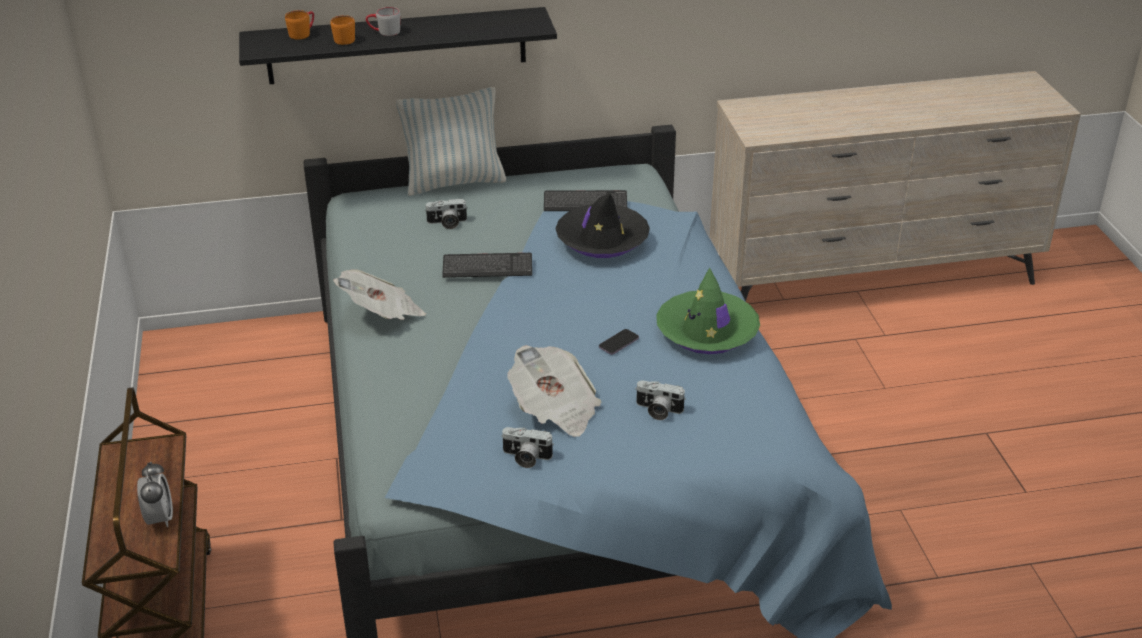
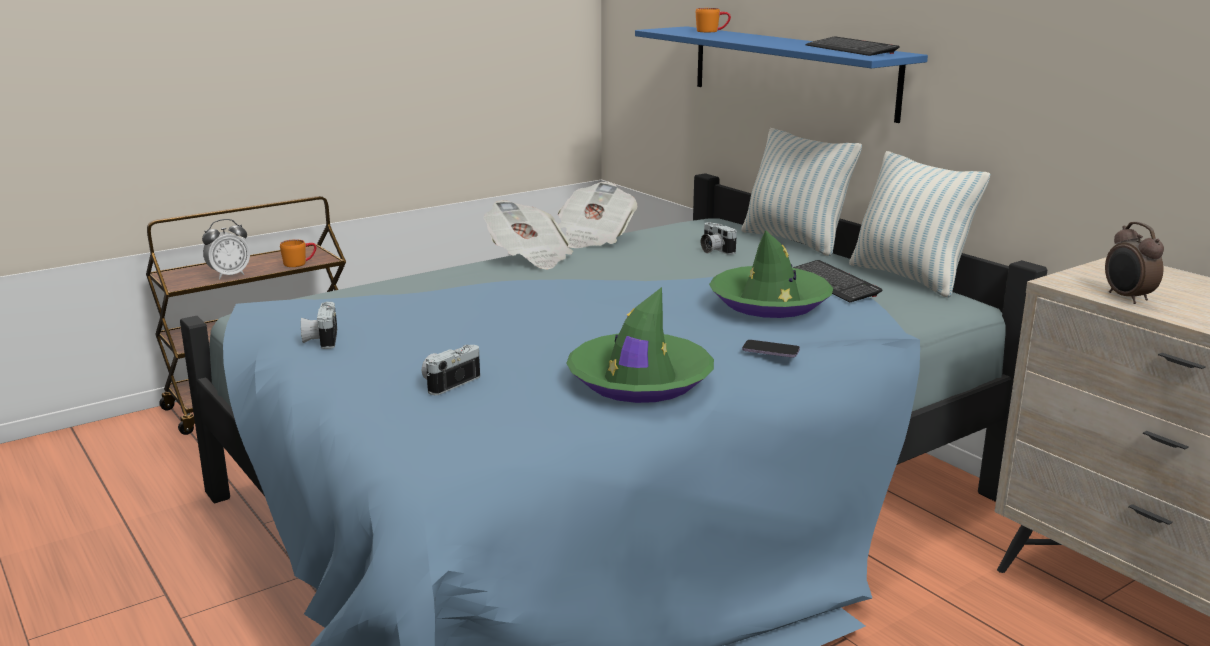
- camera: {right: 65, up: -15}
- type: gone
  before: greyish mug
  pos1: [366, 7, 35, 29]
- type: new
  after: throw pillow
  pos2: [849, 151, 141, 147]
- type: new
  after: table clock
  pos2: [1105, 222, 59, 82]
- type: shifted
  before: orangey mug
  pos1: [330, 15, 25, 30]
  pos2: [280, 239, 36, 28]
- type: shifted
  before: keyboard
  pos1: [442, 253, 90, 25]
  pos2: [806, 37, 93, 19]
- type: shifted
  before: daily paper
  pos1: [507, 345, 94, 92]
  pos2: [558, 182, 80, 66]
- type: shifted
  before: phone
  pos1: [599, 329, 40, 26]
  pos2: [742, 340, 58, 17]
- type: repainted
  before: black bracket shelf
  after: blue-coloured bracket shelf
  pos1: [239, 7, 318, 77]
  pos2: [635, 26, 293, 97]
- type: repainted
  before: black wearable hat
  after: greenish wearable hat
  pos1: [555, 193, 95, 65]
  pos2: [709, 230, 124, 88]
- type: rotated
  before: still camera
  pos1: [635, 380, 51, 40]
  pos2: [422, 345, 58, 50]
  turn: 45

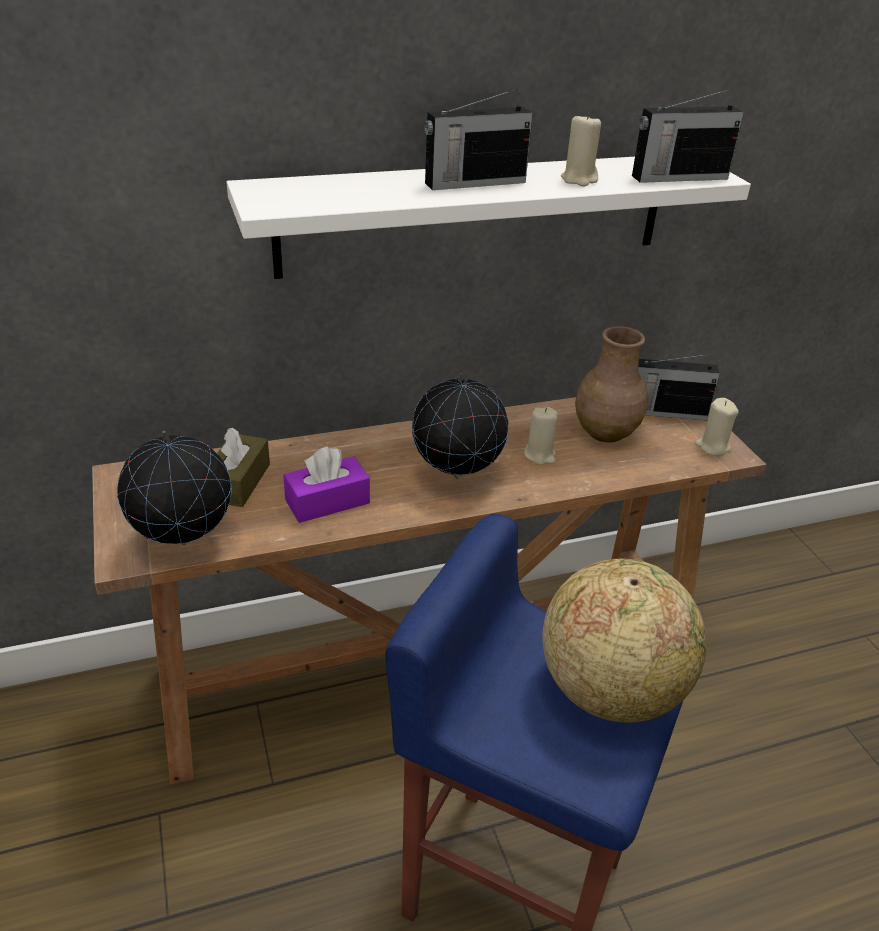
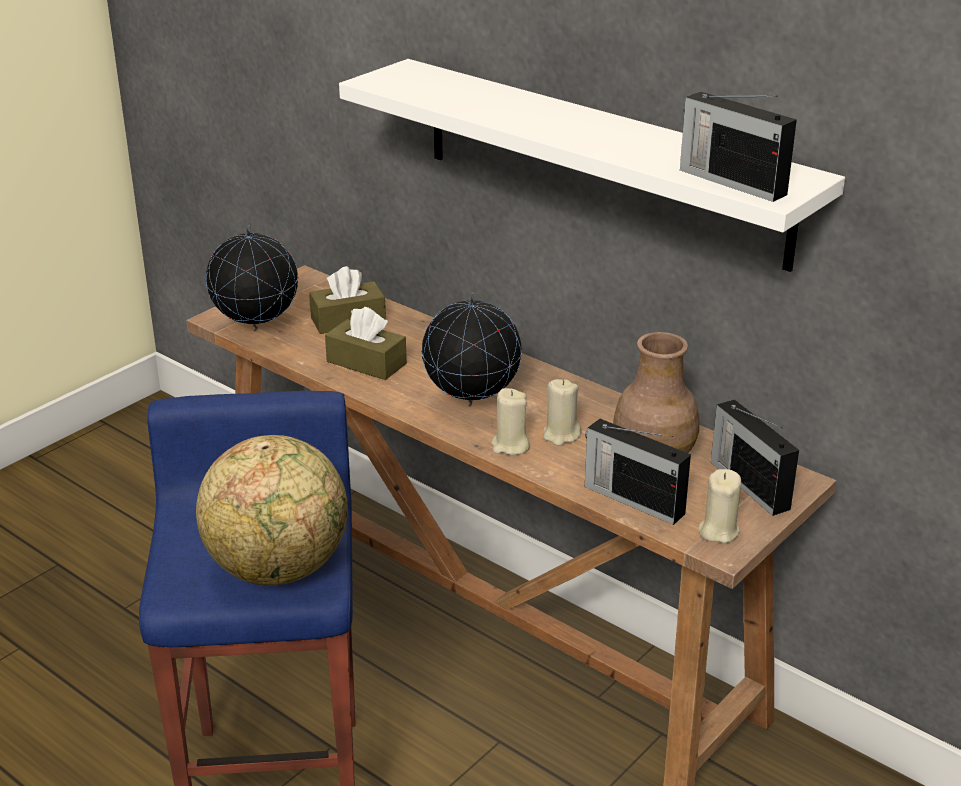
- camera: {right: 60, up: -5}
- type: shifted
  before: radio receiver
  pos1: [424, 89, 109, 101]
  pos2: [585, 419, 106, 106]
- type: shifted
  before: sand-coloured candle
  pos1: [561, 113, 40, 73]
  pos2: [491, 388, 39, 67]
- type: repainted
  before: purple tissue holder
  after: brown tissue holder
  pos1: [283, 447, 87, 76]
  pos2: [325, 307, 82, 73]

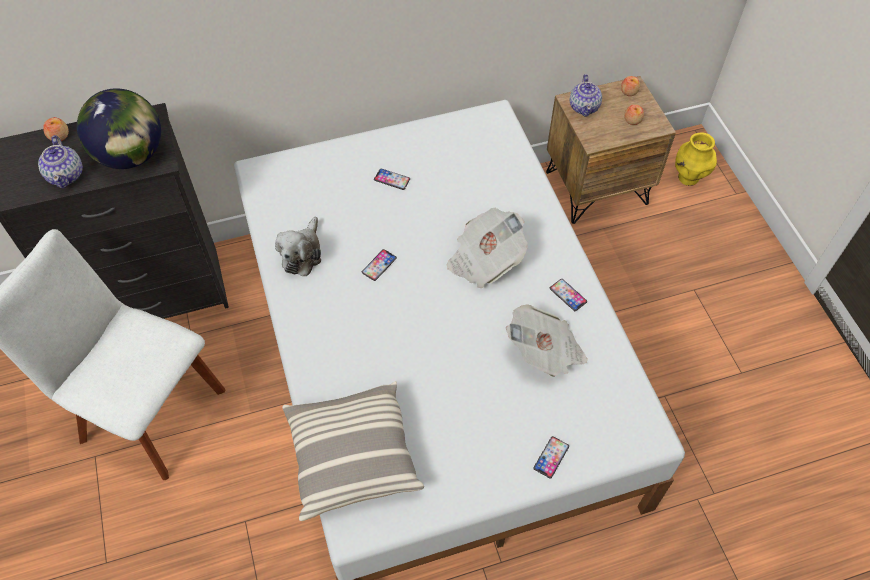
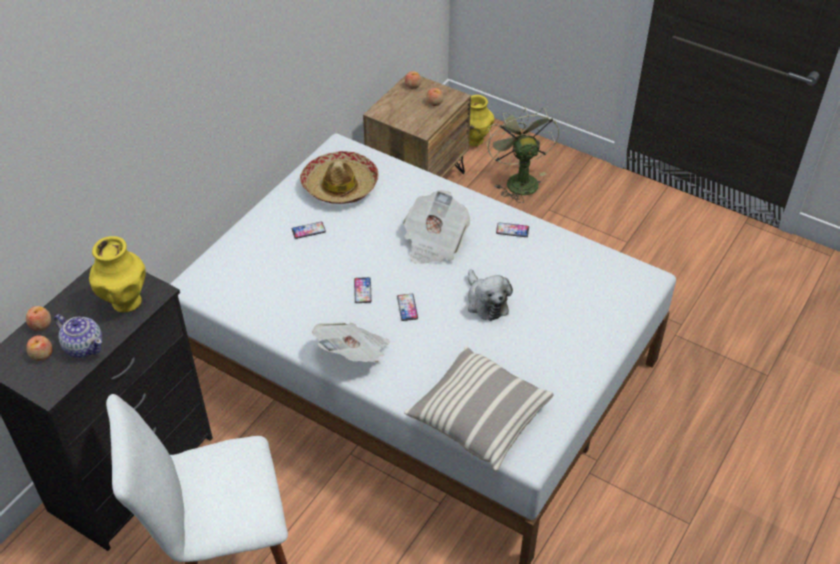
- camera: {right: -40, up: -10}
- type: gone
  before: teapot
  pos1: [570, 74, 32, 43]
- type: new
  after: whole apple
  pos2: [26, 335, 27, 26]
- type: new
  after: wearable hat
  pos2: [300, 151, 79, 53]
- type: new
  after: greenish fan
  pos2: [486, 106, 73, 97]
- type: shifted
  before: soft toy
  pos1: [275, 217, 46, 59]
  pos2: [468, 269, 45, 52]
- type: shifted
  before: daily paper
  pos1: [506, 304, 82, 73]
  pos2: [312, 323, 78, 40]
- type: shifted
  before: phone
  pos1: [533, 436, 36, 42]
  pos2: [397, 294, 21, 27]
- type: swapped
  before: globe
  after: yellow-coloured vase
  pos1: [77, 88, 84, 81]
  pos2: [89, 236, 57, 76]

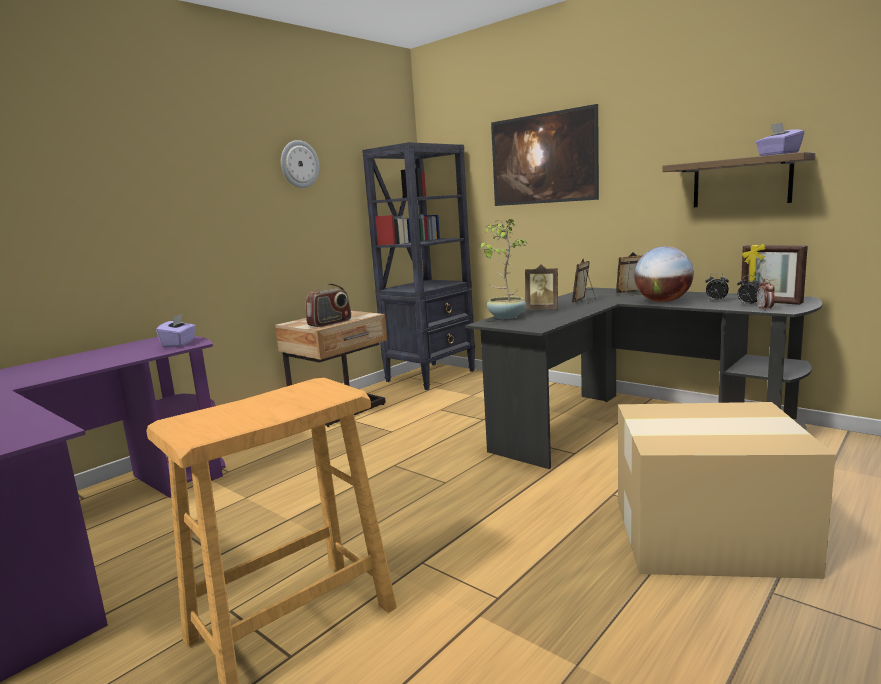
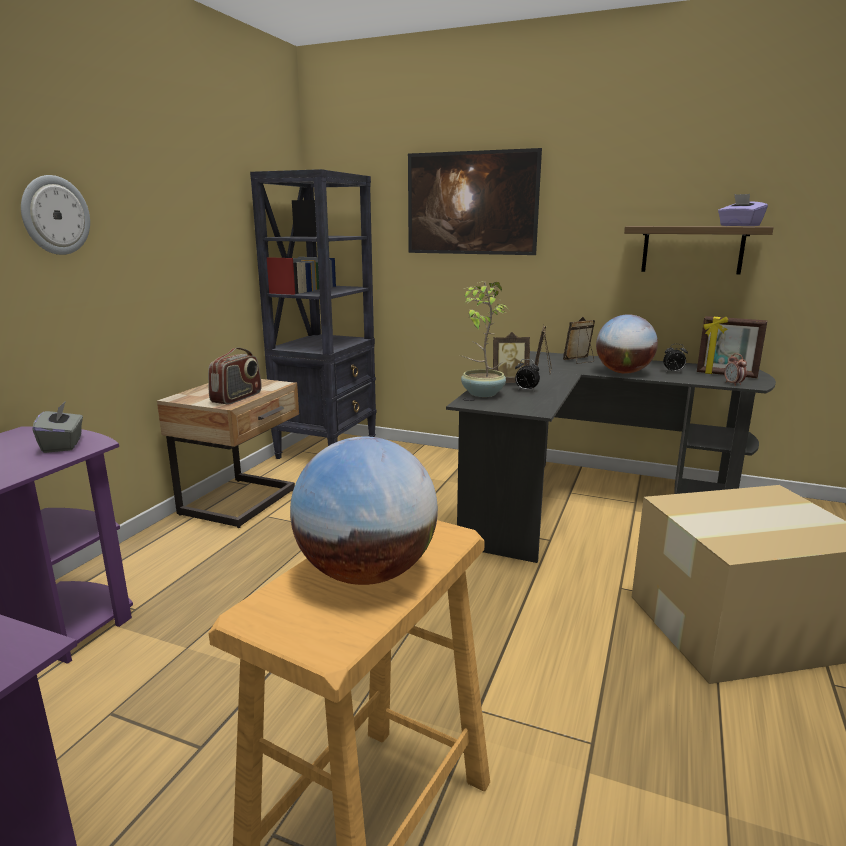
- camera: {right: -20, up: 5}
- type: new
  after: globe
  pos2: [290, 436, 148, 149]
- type: shifted
  before: wall clock
  pos1: [281, 140, 38, 48]
  pos2: [21, 175, 69, 80]
- type: shifted
  before: table clock
  pos1: [737, 275, 24, 30]
  pos2: [515, 359, 25, 32]
- type: repainted
  before: purple tissue holder
  after: greyish tissue holder
  pos1: [156, 314, 40, 34]
  pos2: [33, 401, 50, 52]

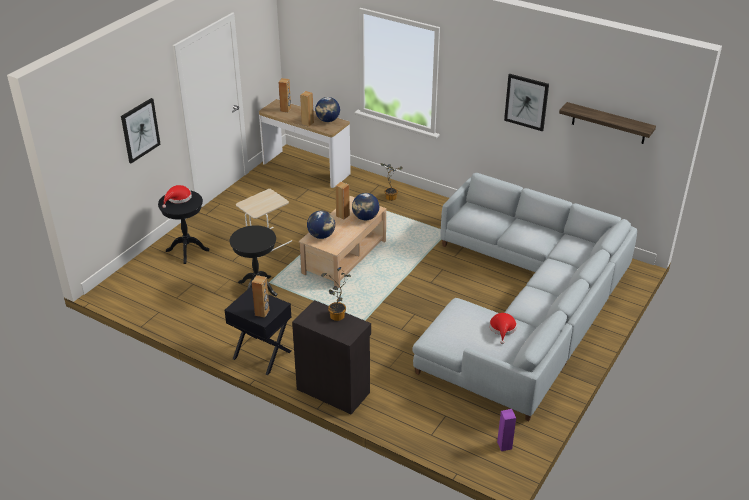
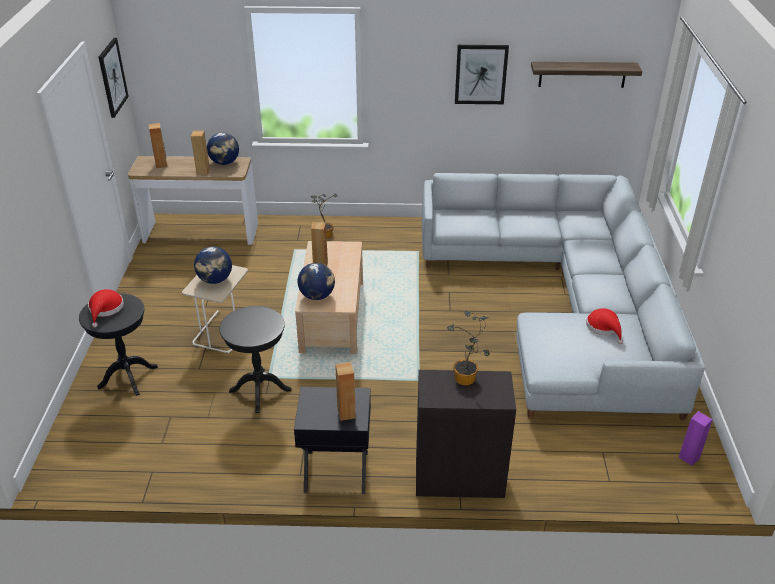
- camera: {right: -30, up: 0}
- type: shifted
  before: picture
  pos1: [121, 98, 40, 65]
  pos2: [99, 37, 30, 81]
- type: shifted
  before: globe
  pos1: [352, 193, 27, 27]
  pos2: [194, 247, 38, 37]

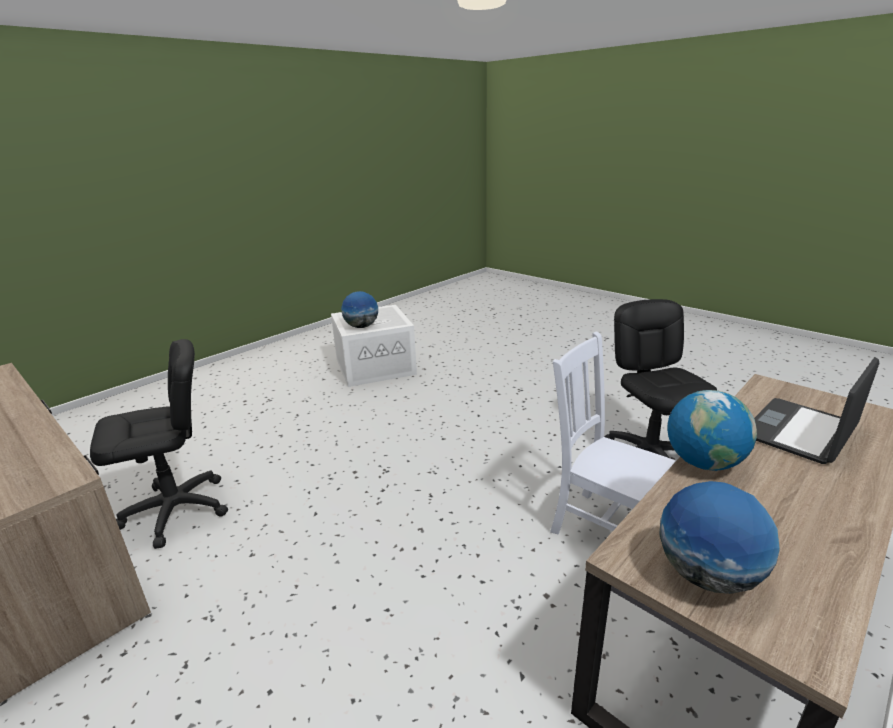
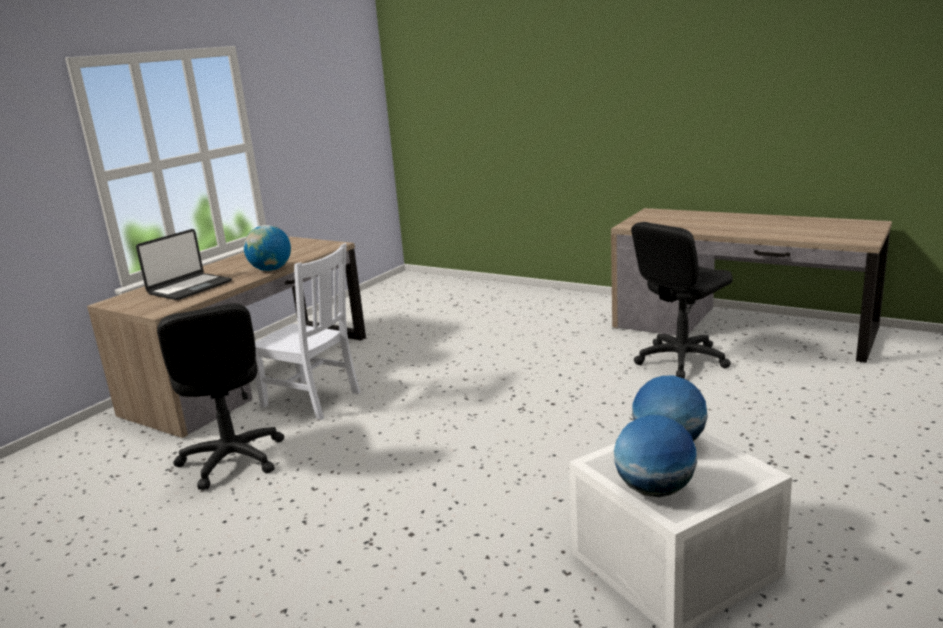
- camera: {right: 170, up: -5}
- type: shifted
  before: globe
  pos1: [659, 481, 120, 113]
  pos2: [614, 415, 83, 82]

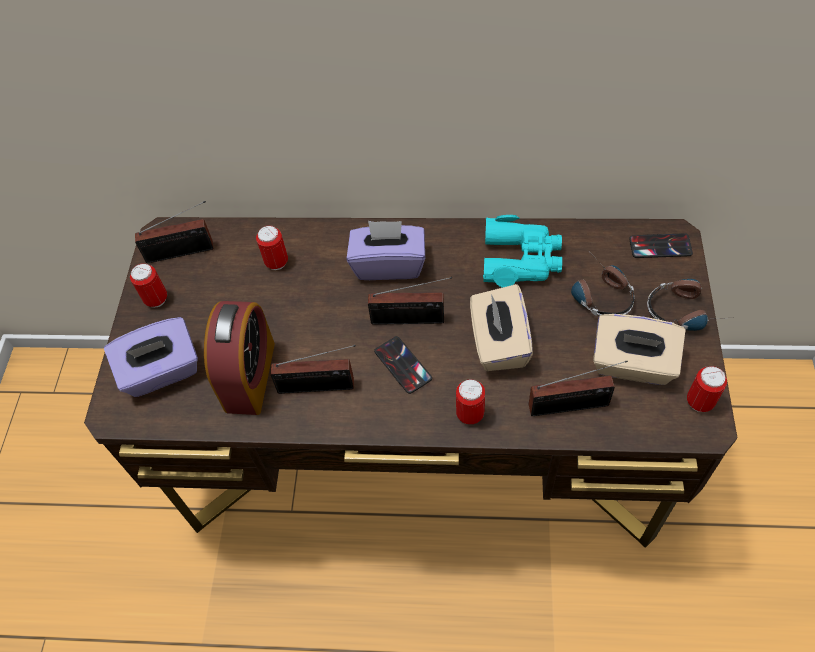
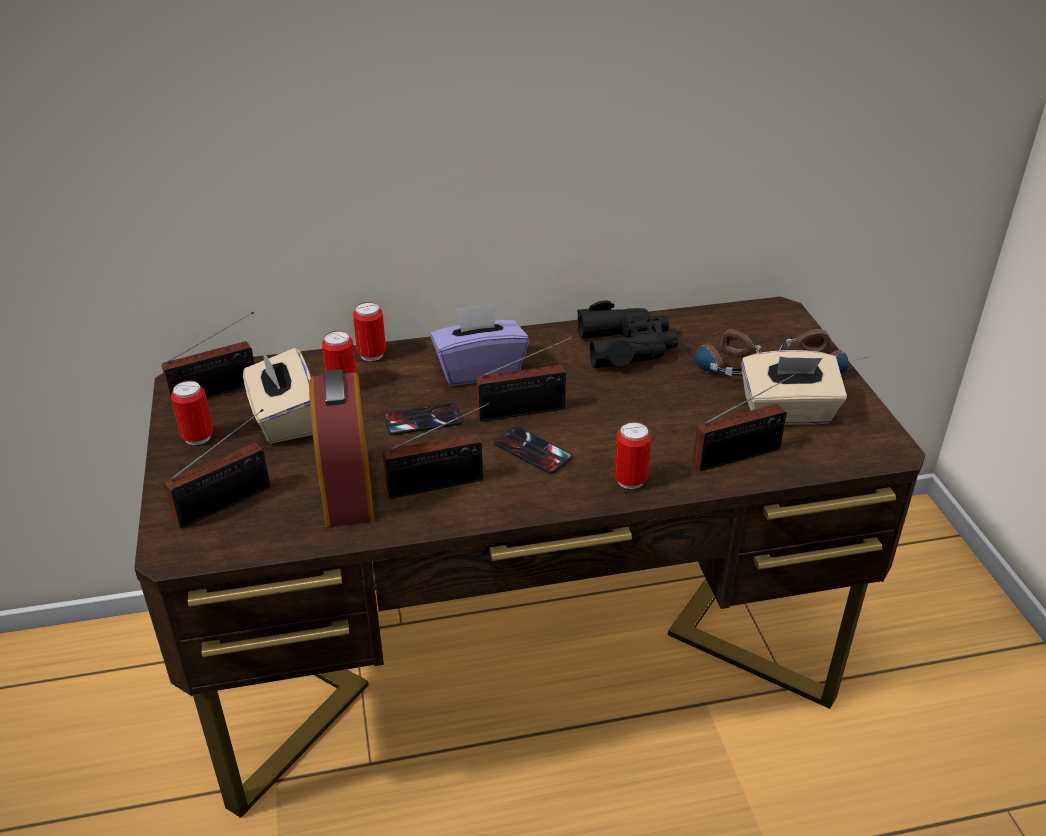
- camera: {right: -20, up: -20}
- type: shifted
  before: sand-coloured tissue holder
  pos1: [470, 284, 63, 87]
  pos2: [243, 348, 70, 96]
- type: shifted
  before: phone
  pos1: [629, 233, 64, 25]
  pos2: [384, 403, 78, 32]
- type: shifted
  before: metal can
  pos1: [687, 366, 40, 46]
  pos2: [353, 302, 33, 59]
- type: swapped
  before: purple tissue holder
  after: radio receiver
  pos1: [104, 317, 94, 80]
  pos2: [164, 409, 106, 119]
- type: repainted
  before: turquoise pair of binoculars
  after: black pair of binoculars
  pos1: [483, 215, 79, 72]
  pos2: [577, 300, 101, 68]

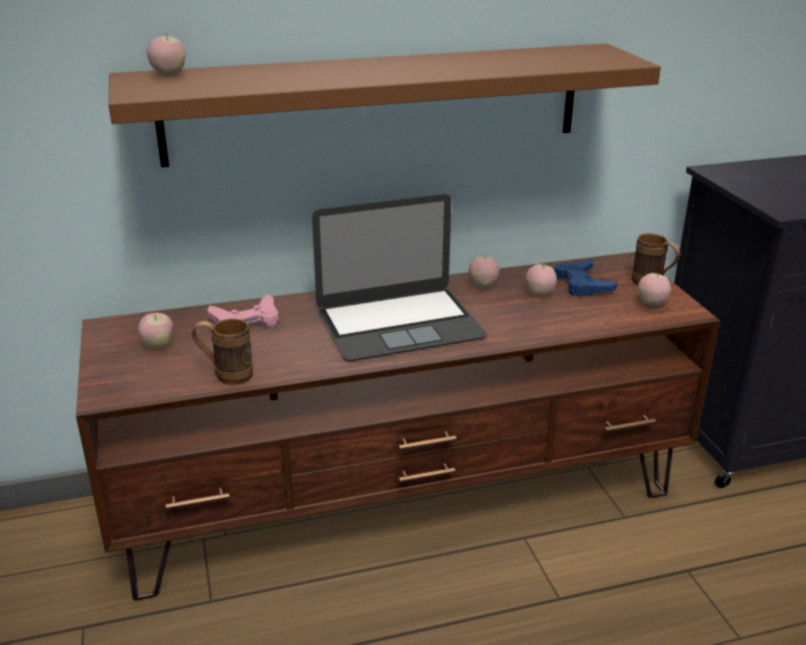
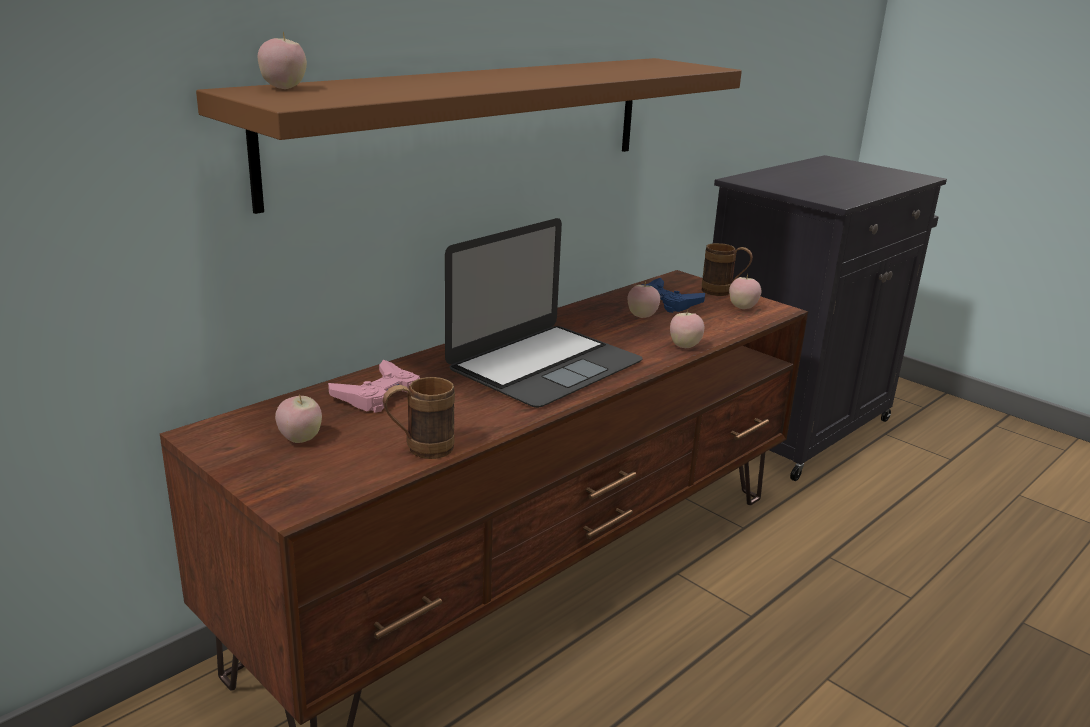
- camera: {right: -30, up: -5}
- type: shifted
  before: whole apple
  pos1: [469, 256, 31, 32]
  pos2: [670, 310, 34, 38]

